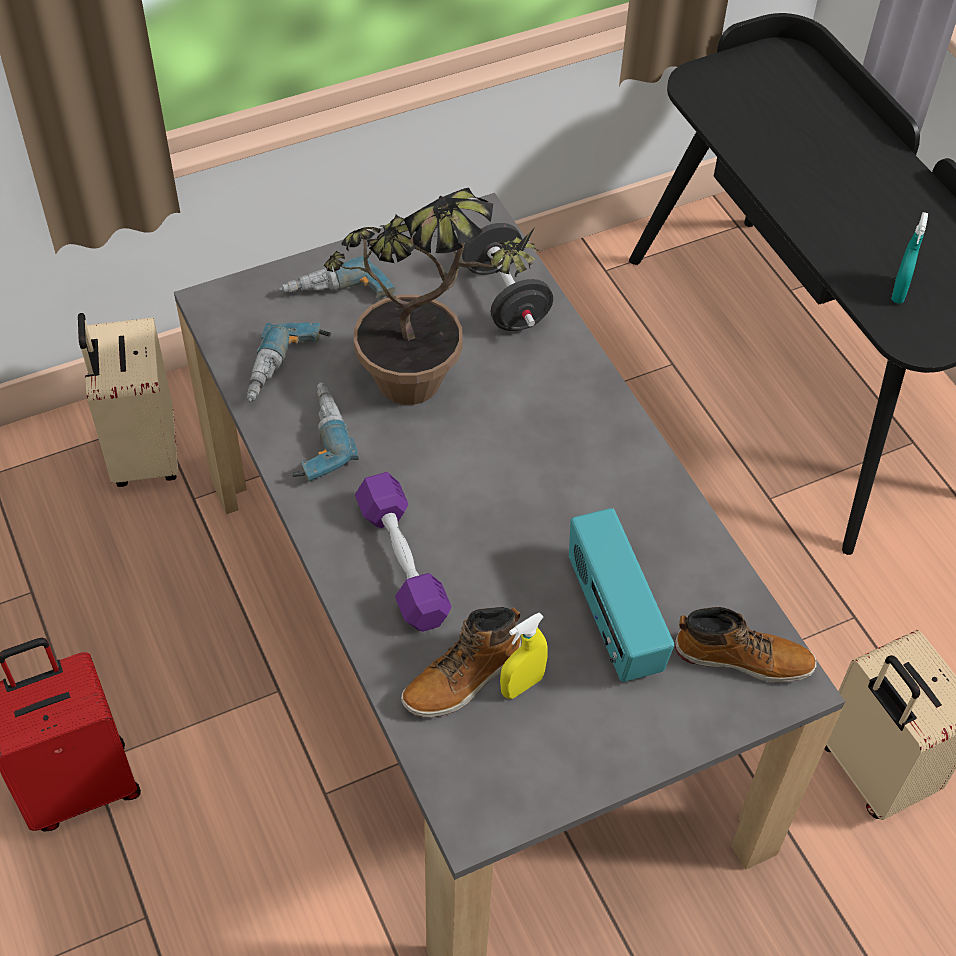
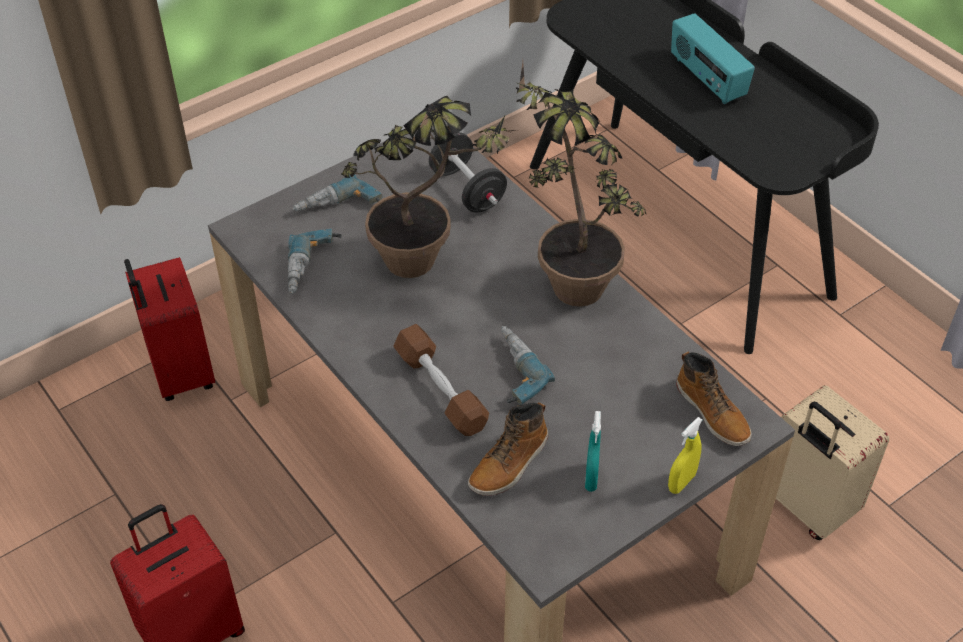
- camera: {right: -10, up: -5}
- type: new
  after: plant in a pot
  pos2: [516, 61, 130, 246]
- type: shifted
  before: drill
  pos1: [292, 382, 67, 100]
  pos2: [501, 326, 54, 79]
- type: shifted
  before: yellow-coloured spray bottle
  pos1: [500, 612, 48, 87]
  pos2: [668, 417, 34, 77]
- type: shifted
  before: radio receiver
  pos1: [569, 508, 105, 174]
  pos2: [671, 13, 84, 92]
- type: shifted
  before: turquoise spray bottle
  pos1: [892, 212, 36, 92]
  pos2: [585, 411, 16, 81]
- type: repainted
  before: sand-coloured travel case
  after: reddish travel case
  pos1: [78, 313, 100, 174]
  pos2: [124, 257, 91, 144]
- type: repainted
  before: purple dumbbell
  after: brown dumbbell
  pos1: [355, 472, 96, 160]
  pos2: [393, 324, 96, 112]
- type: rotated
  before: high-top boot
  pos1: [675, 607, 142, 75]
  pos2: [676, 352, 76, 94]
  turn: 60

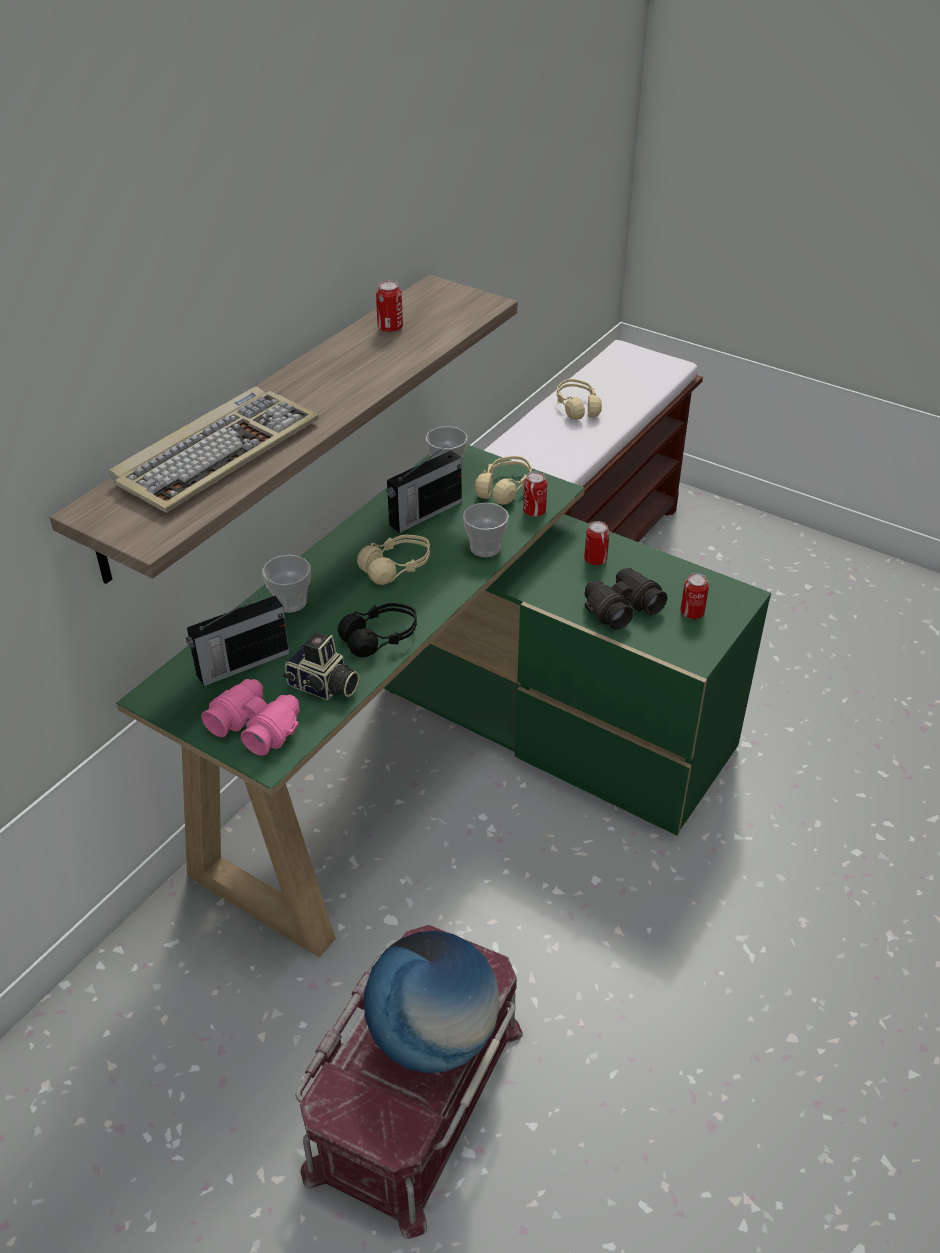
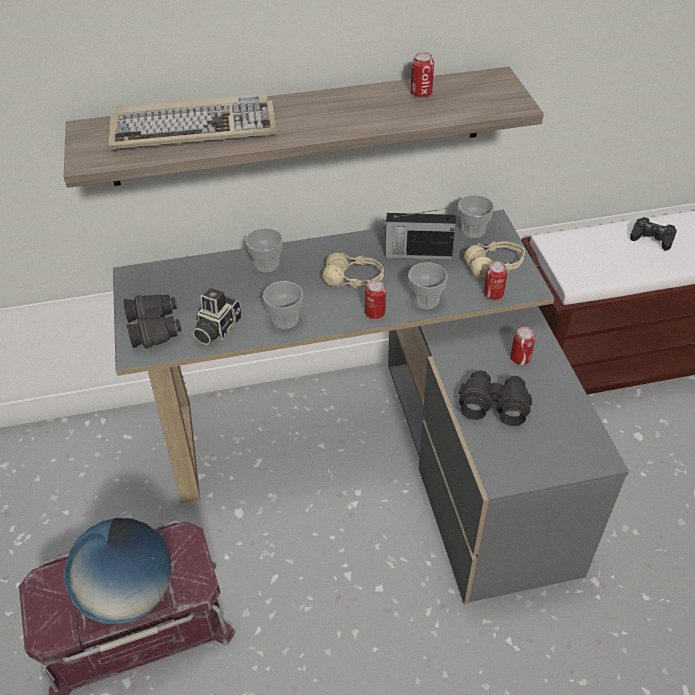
- camera: {right: 45, up: 5}
- type: gone
  before: radio receiver
  pos1: [186, 591, 104, 95]
- type: shifted
  before: metal can
  pos1: [680, 573, 29, 46]
  pos2: [365, 280, 21, 39]
- type: swapped
  before: black pair of headphones
  after: drinking cup
  pos1: [338, 603, 79, 55]
  pos2: [263, 281, 40, 48]
- type: swapped
  before: sand-coloured pair of headphones
  after: black joypad
  pos1: [557, 379, 45, 41]
  pos2: [630, 217, 47, 34]
- type: repainted
  before: greenish desk unit
  after: greyish desk unit
  pos1: [116, 445, 655, 512]
  pos2: [113, 210, 516, 394]
- type: repainted
  before: pink-coloured pair of binoculars
  after: black pair of binoculars
  pos1: [201, 679, 99, 77]
  pos2: [124, 294, 58, 55]
- type: rotated
  before: still camera
  pos1: [283, 632, 77, 68]
  pos2: [192, 288, 50, 57]
  turn: 45

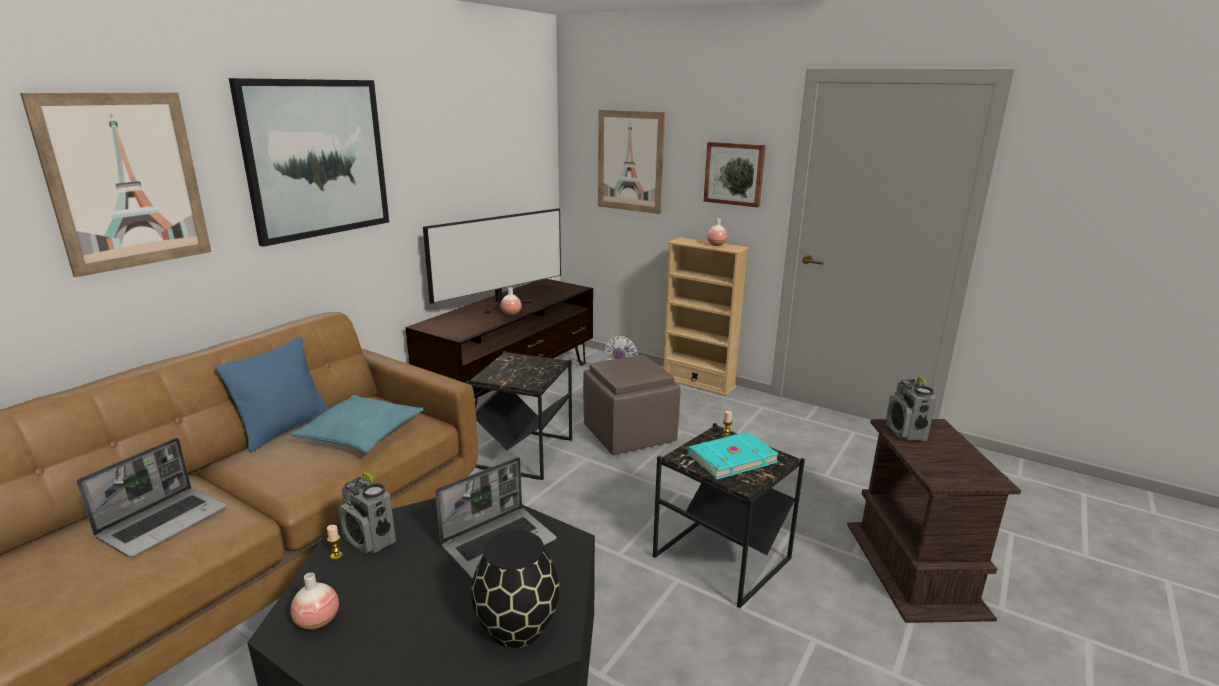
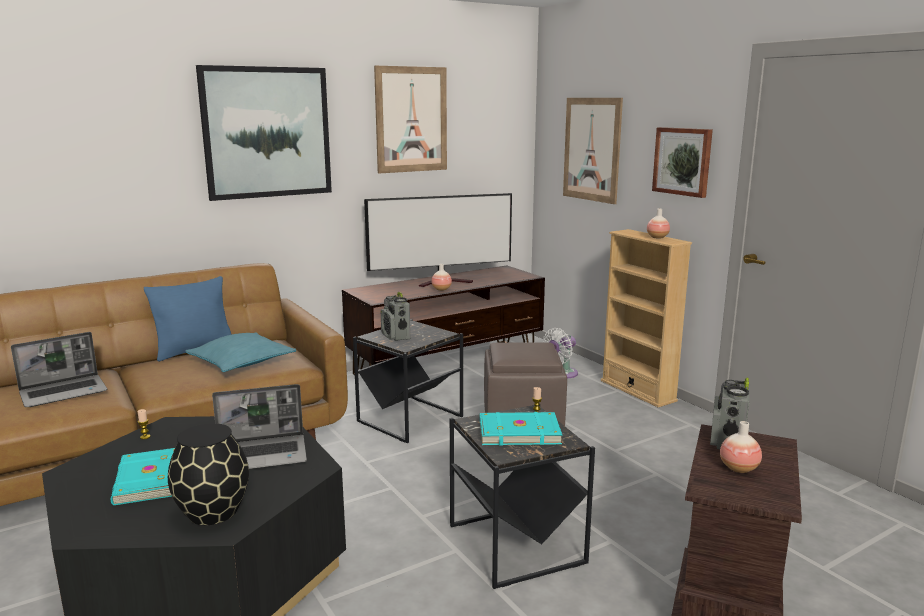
- camera: {right: 25, up: -5}
- type: new
  after: turquoise volume
  pos2: [111, 448, 64, 57]
- type: shifted
  before: picture
  pos1: [20, 93, 192, 184]
  pos2: [374, 66, 73, 108]
- type: shifted
  before: vase
  pos1: [290, 573, 49, 56]
  pos2: [720, 421, 42, 52]
- type: shifted
  before: radio receiver
  pos1: [338, 472, 58, 82]
  pos2: [381, 292, 29, 49]

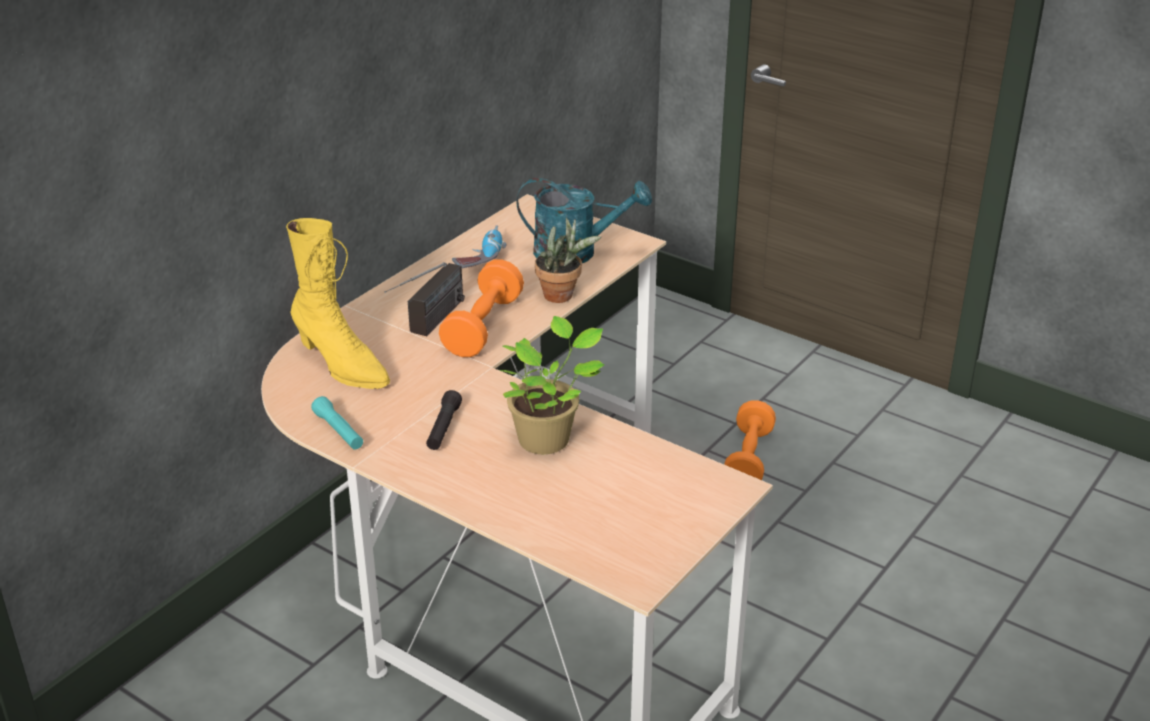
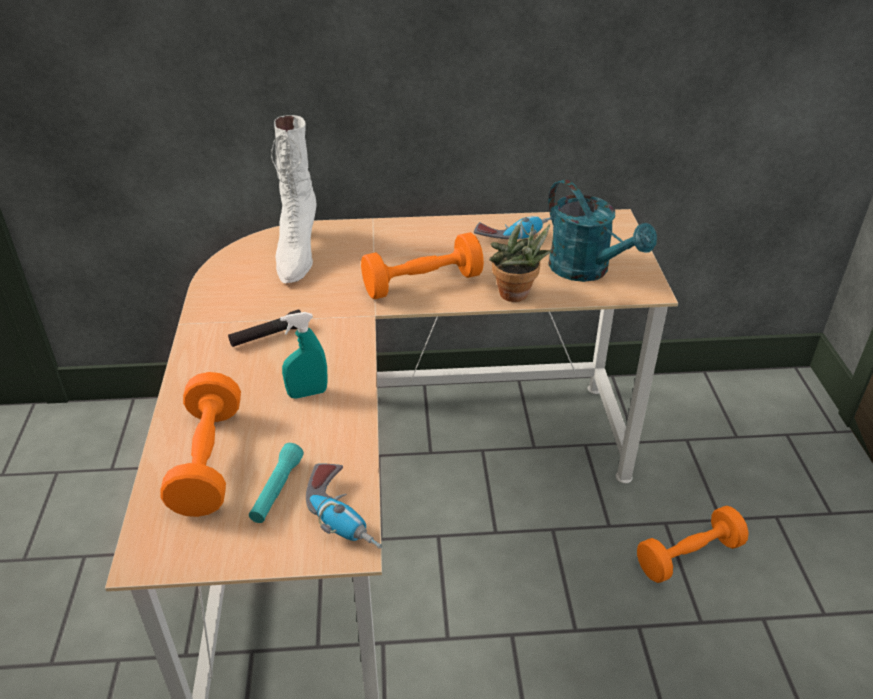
- camera: {right: 50, up: 5}
- type: gone
  before: radio receiver
  pos1: [384, 262, 81, 74]
- type: new
  after: orangey dumbbell
  pos2: [160, 372, 81, 145]
- type: new
  after: drill
  pos2: [306, 463, 76, 86]
- type: shifted
  before: turquoise hand torch
  pos1: [311, 396, 52, 54]
  pos2: [249, 443, 55, 80]
- type: swapped
  before: plant in a pot
  after: turquoise spray bottle
  pos1: [499, 316, 106, 138]
  pos2: [280, 312, 48, 87]
- type: repainted
  before: yellow-coloured high-top boot
  after: whitish high-top boot
  pos1: [286, 218, 104, 171]
  pos2: [271, 115, 46, 169]

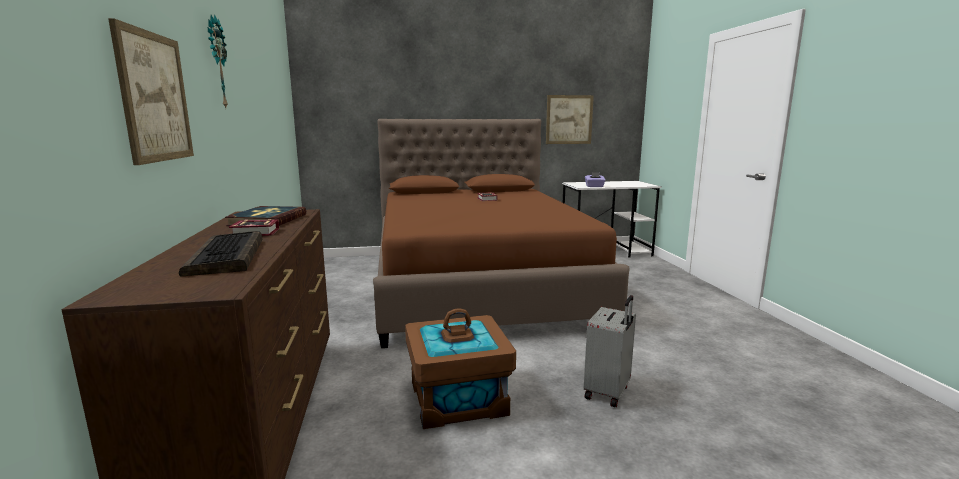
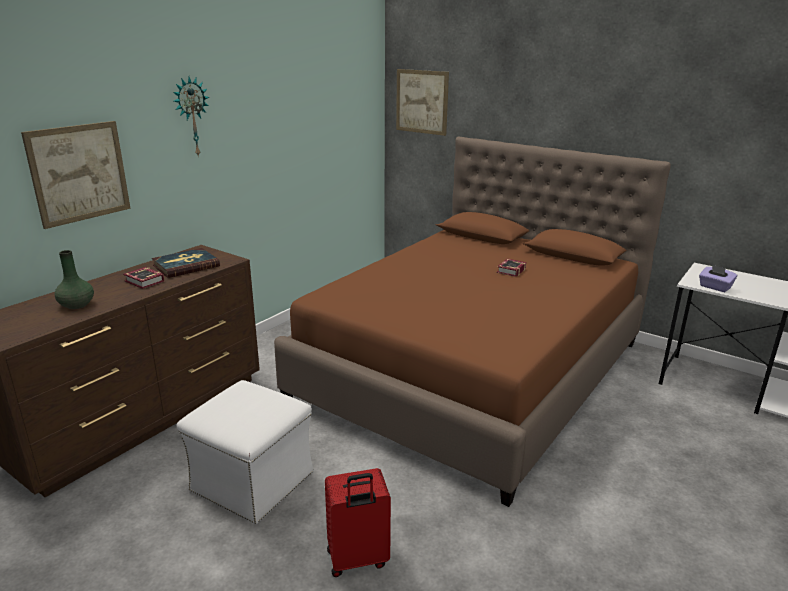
- camera: {right: 45, up: 10}
- type: shifted
  before: picture
  pos1: [546, 95, 48, 49]
  pos2: [396, 69, 53, 67]
- type: swapped
  before: keyboard
  after: greenish vase
  pos1: [179, 231, 83, 45]
  pos2: [54, 250, 40, 59]
- type: swapped
  before: brown storage bin
  after: whitish footrest
  pos1: [405, 308, 111, 121]
  pos2: [177, 380, 137, 144]
- type: repainted
  before: greyish travel case
  after: reddish travel case
  pos1: [584, 295, 52, 112]
  pos2: [325, 468, 66, 109]

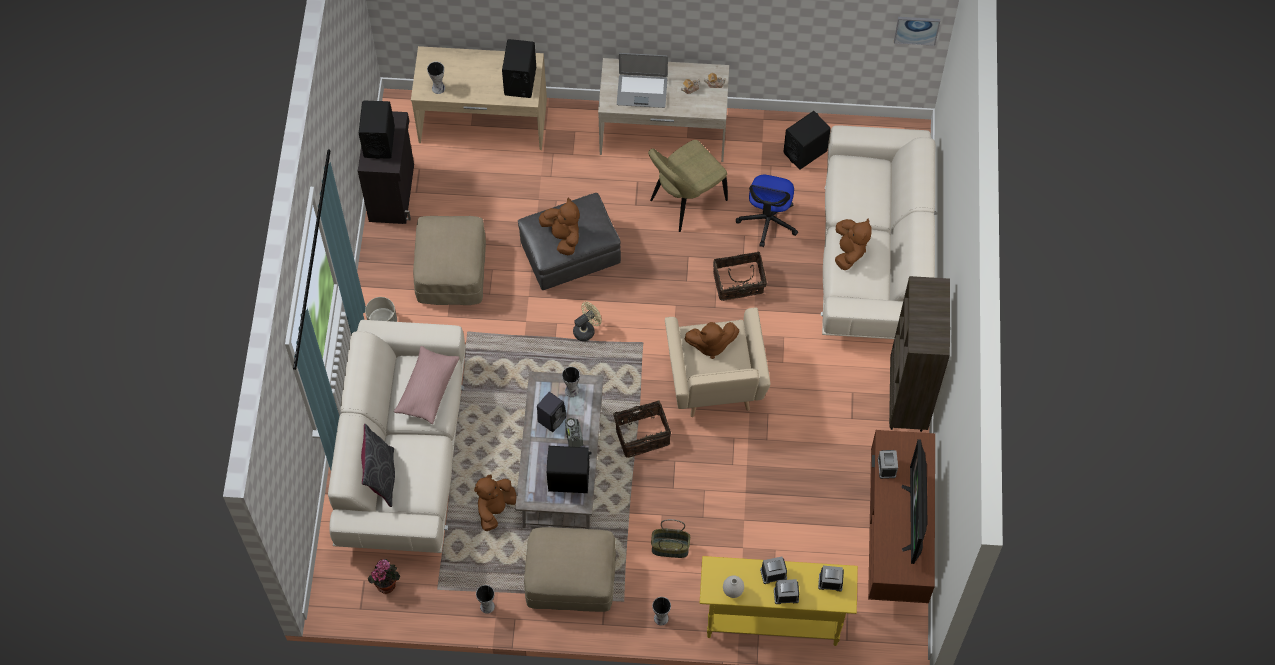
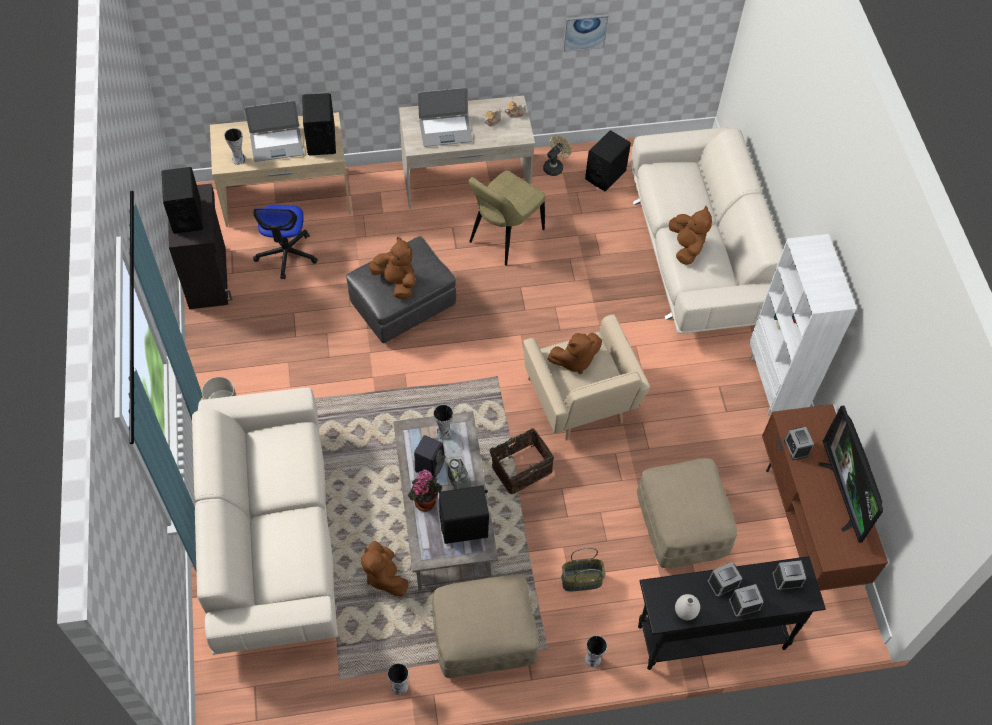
- camera: {right: -15, up: -5}
- type: gone
  before: greyish throw pillow
  pos1: [361, 424, 34, 83]
- type: gone
  before: pink-coloured throw pillow
  pos1: [394, 346, 66, 78]
- type: gone
  before: basket
  pos1: [713, 252, 54, 49]
- type: new
  after: laptop
  pos2: [245, 100, 59, 62]
- type: shifted
  before: plant in a pot
  pos1: [368, 559, 32, 35]
  pos2: [408, 470, 34, 42]
- type: shifted
  before: sand-coloured footrest
  pos1: [413, 216, 73, 89]
  pos2: [637, 458, 100, 110]
- type: shifted
  before: sand-coloured fan
  pos1: [573, 302, 29, 39]
  pos2: [543, 135, 29, 41]
- type: shifted
  before: computer chair
  pos1: [736, 175, 62, 72]
  pos2: [253, 205, 65, 74]
- type: shifted
  before: picture
  pos1: [894, 17, 46, 29]
  pos2: [563, 14, 45, 38]
- type: repainted
  before: yellow-coloured console table
  after: black console table
  pos1: [700, 556, 158, 90]
  pos2: [638, 556, 188, 114]
- type: repainted
  before: brown bookshelf
  after: whitish bookshelf
  pos1: [889, 276, 61, 156]
  pos2: [749, 234, 108, 181]
- type: rotated
  before: brown soft toy
  pos1: [474, 474, 43, 57]
  pos2: [361, 541, 48, 56]
  turn: -45

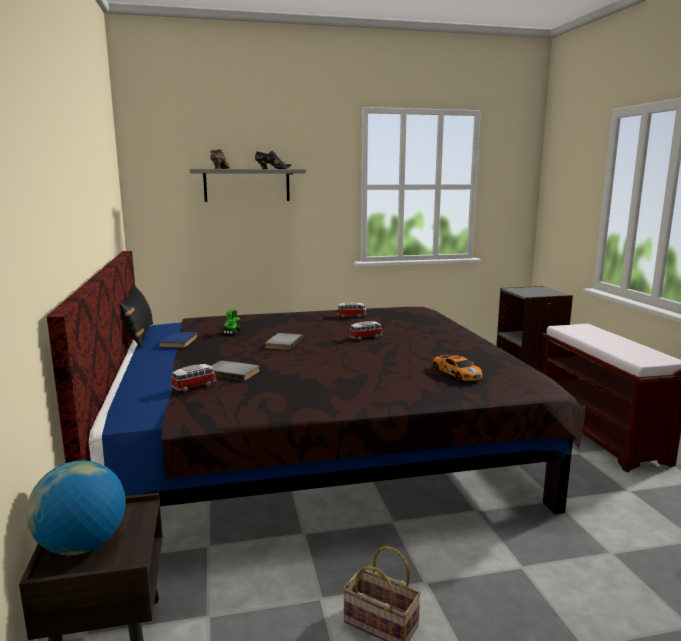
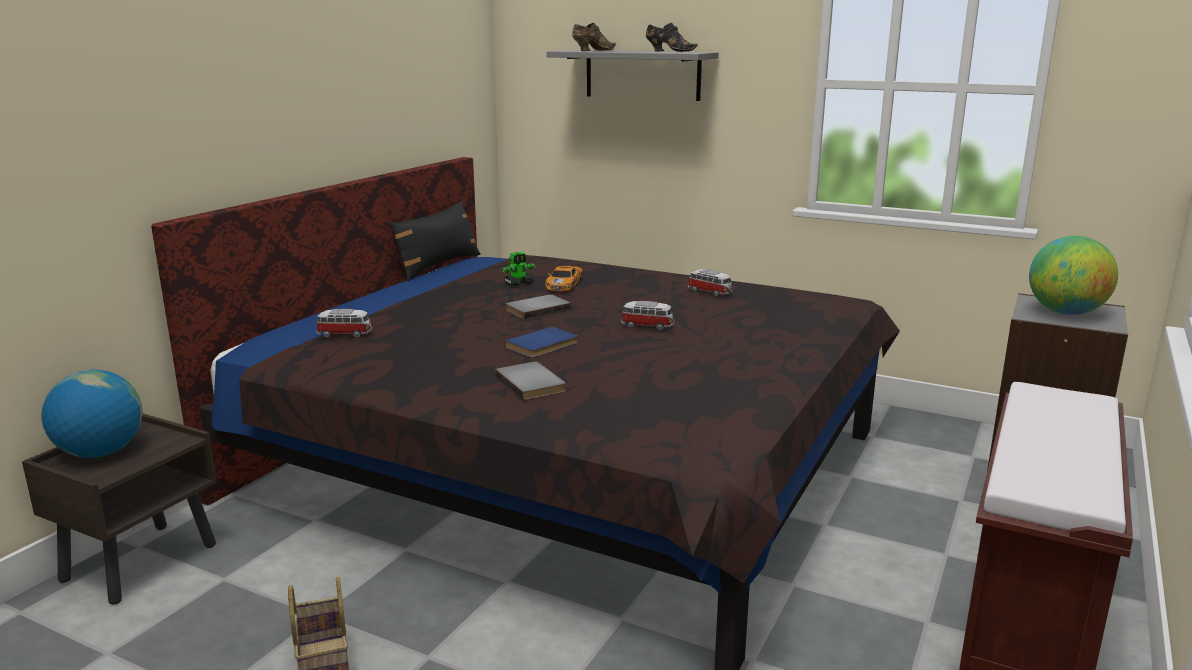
- camera: {right: 40, up: 5}
- type: new
  after: globe
  pos2: [1029, 236, 89, 79]
- type: shifted
  before: blue-coloured volume
  pos1: [159, 332, 39, 16]
  pos2: [505, 327, 73, 31]
- type: shifted
  before: greyish volume
  pos1: [211, 360, 49, 21]
  pos2: [495, 361, 71, 39]
- type: shifted
  before: model car
  pos1: [433, 355, 49, 26]
  pos2: [545, 266, 38, 25]

